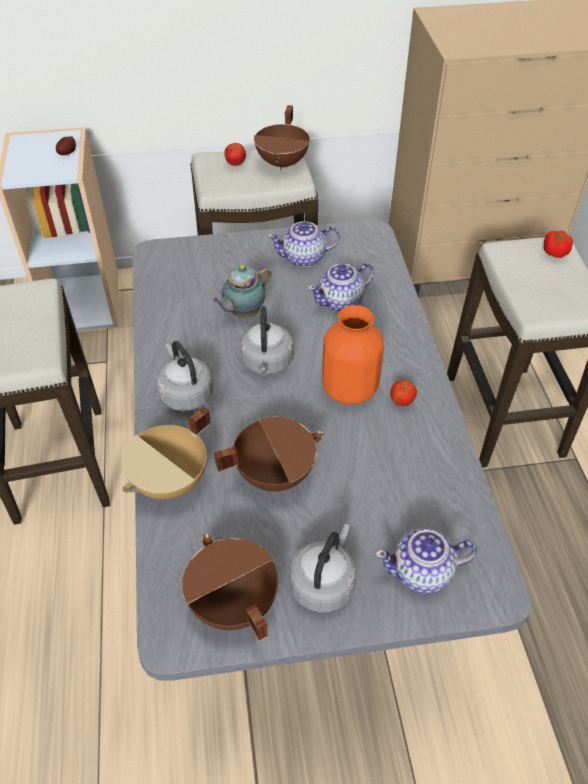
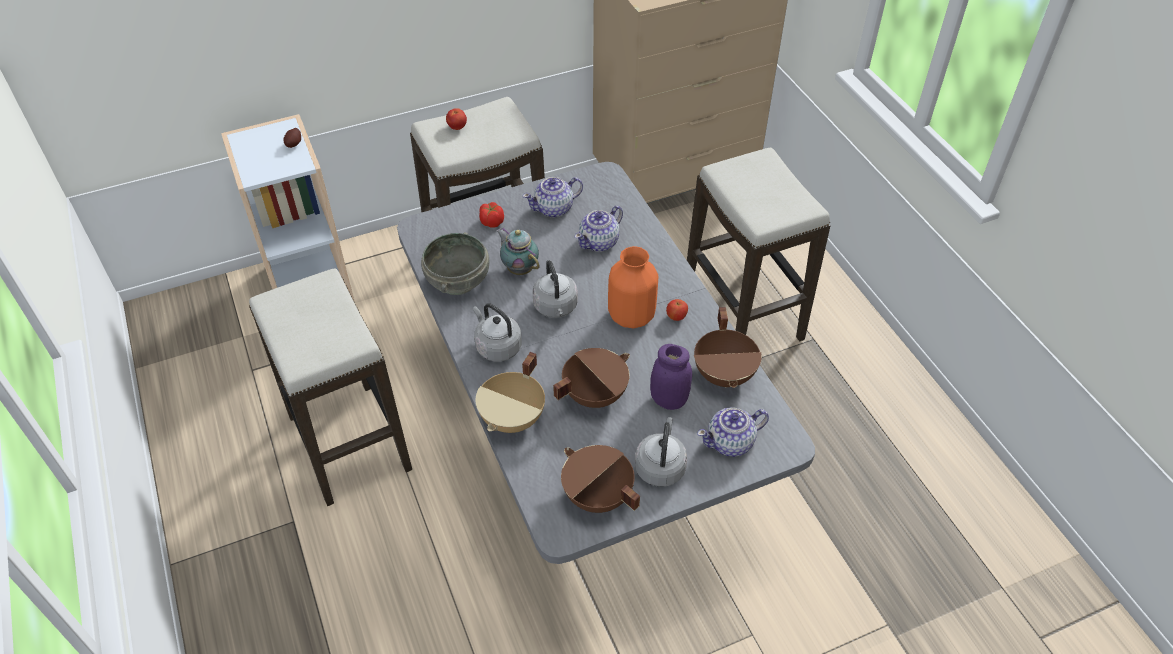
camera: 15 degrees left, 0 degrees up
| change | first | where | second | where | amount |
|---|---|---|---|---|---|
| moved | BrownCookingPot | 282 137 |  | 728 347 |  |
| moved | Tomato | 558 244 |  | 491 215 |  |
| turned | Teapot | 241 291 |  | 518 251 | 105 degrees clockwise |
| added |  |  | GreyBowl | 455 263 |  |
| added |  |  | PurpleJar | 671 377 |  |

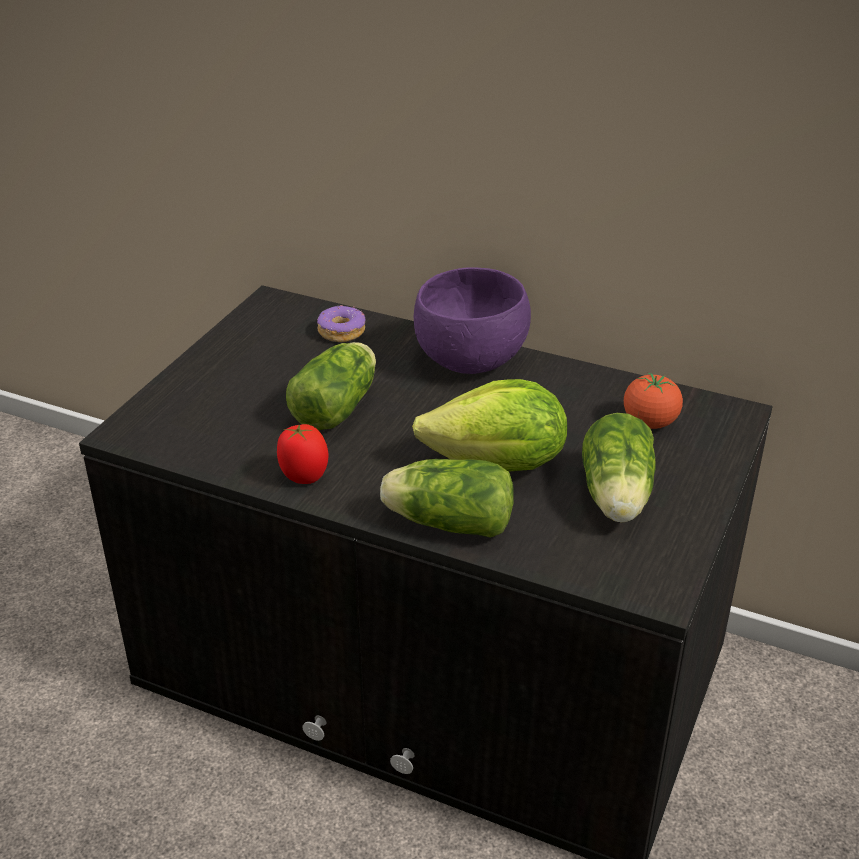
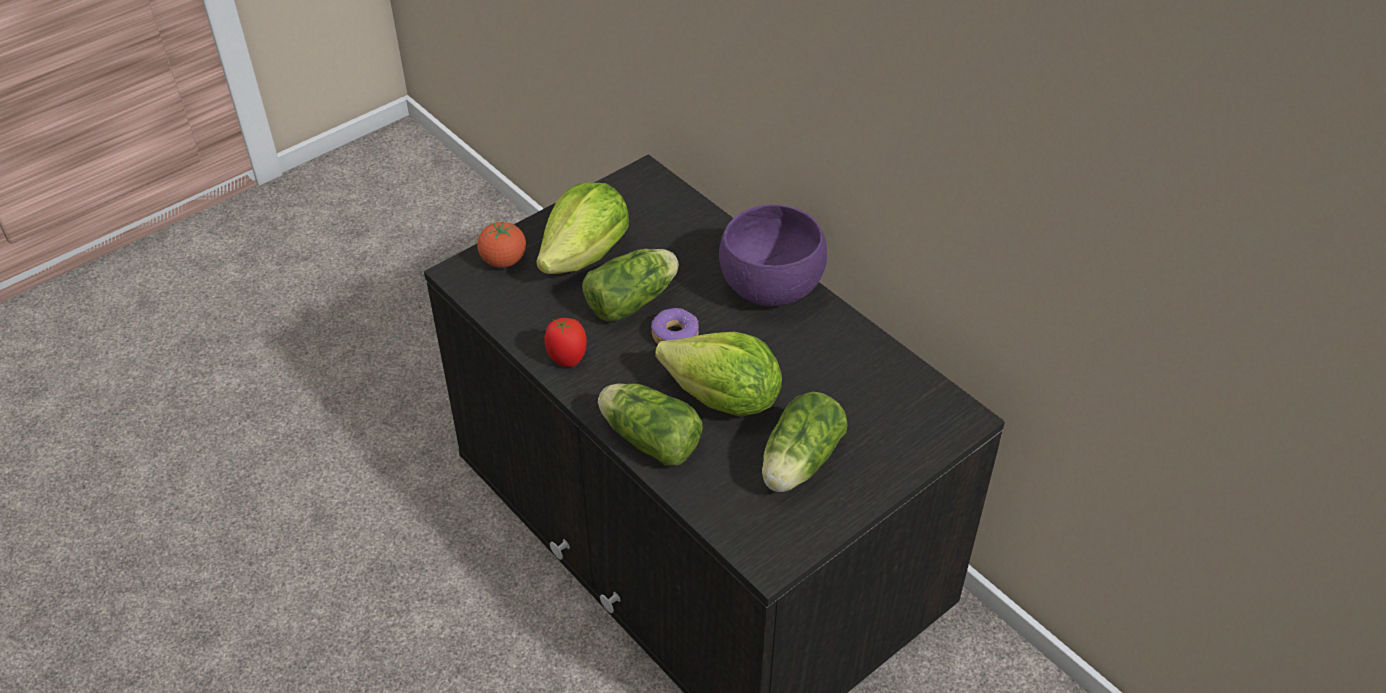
camera: 25 degrees right, 10 degrees up
| change | first | where | second | where | amount |
|---|---|---|---|---|---|
| moved | Donut | 341 323 |  | 675 326 |  |
| moved | Tomato | 653 401 |  | 501 244 |  |
| added |  |  | Lettuce | 582 228 |  |

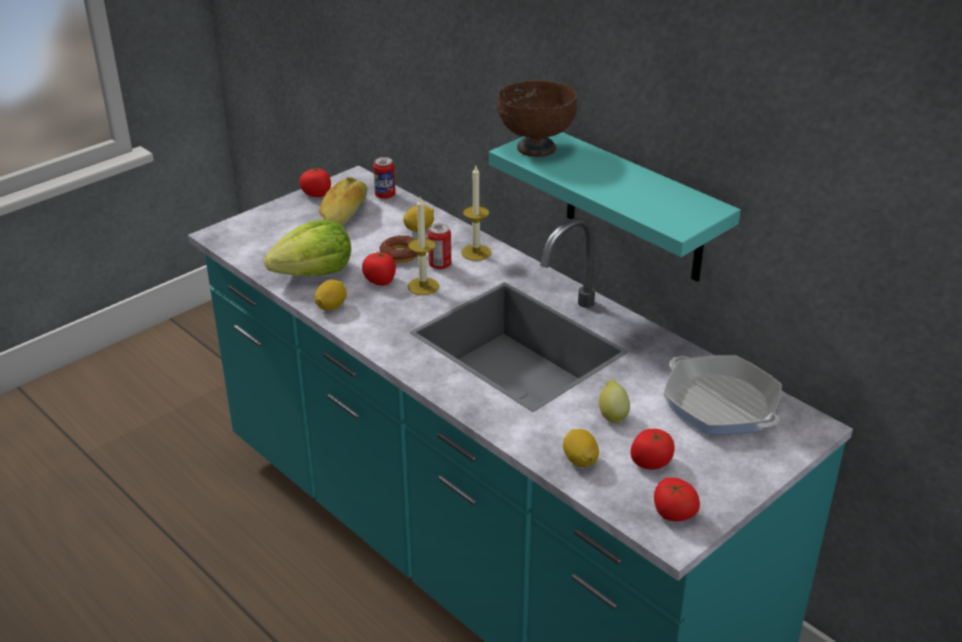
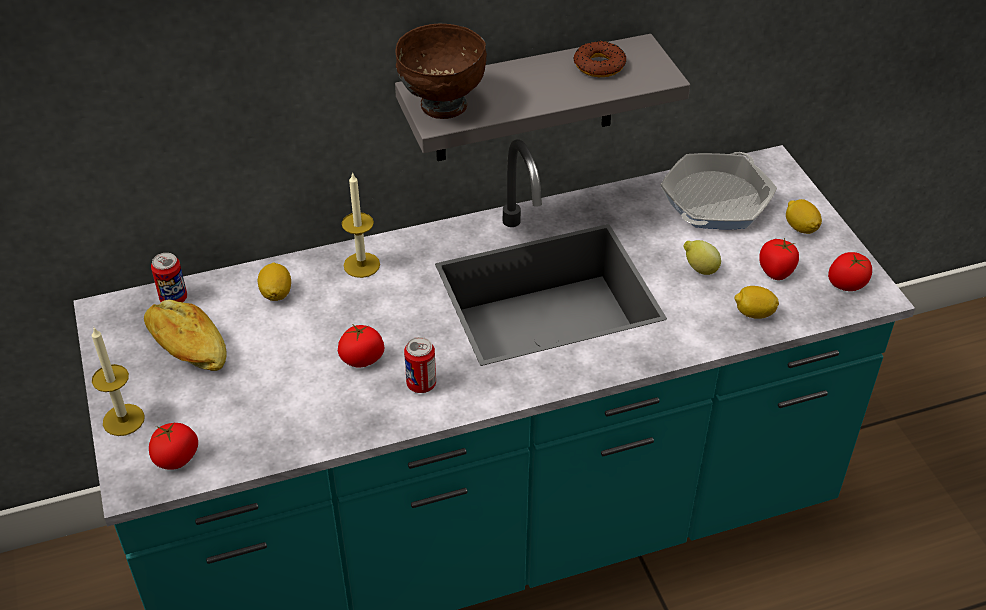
camera: 65 degrees left, 10 degrees up
| change | first | where | second | where | amount |
|---|---|---|---|---|---|
| recoloured | TurquoiseShelf | 615 207 | GreyShelf | 542 97 |  |
| moved | Tomato | 315 181 |  | 173 446 |  |
| moved | Candle | 423 246 |  | 118 382 |  |
| removed | Lettuce | 307 247 |  |  |  |
| moved | Can | 439 246 |  | 420 365 |  |
| moved | Donut | 398 249 |  | 599 59 |  |
| moved | Lemon | 330 295 |  | 804 216 |  |
| turned | FryingPan | 722 395 |  | 718 190 | 135 degrees clockwise |

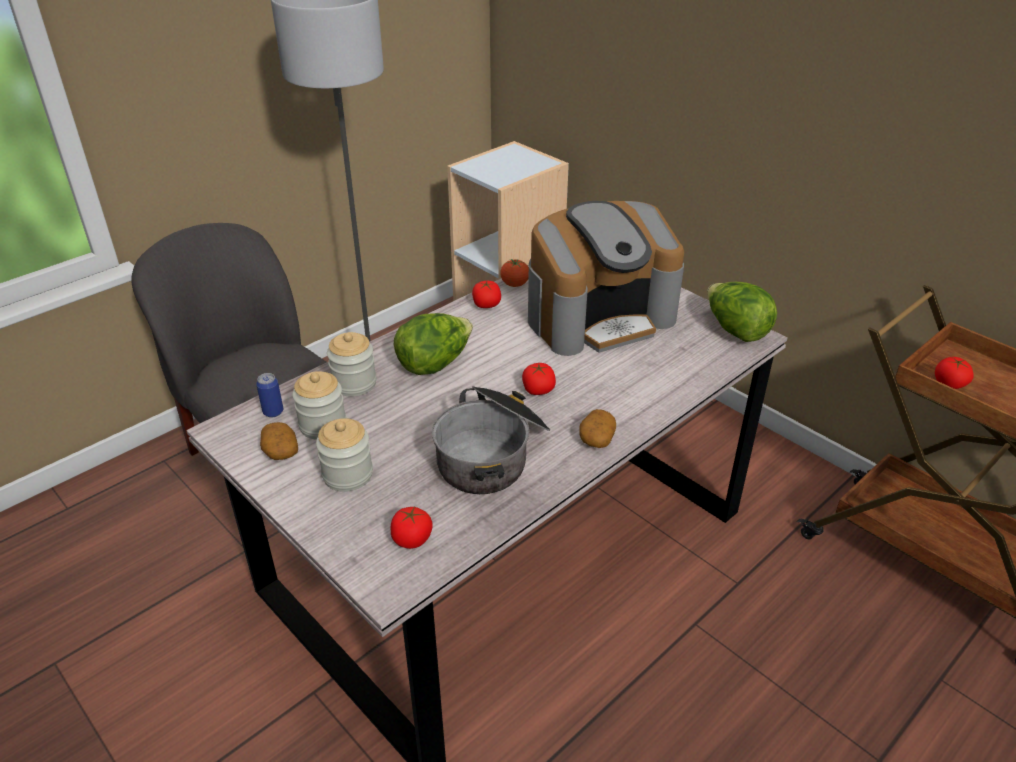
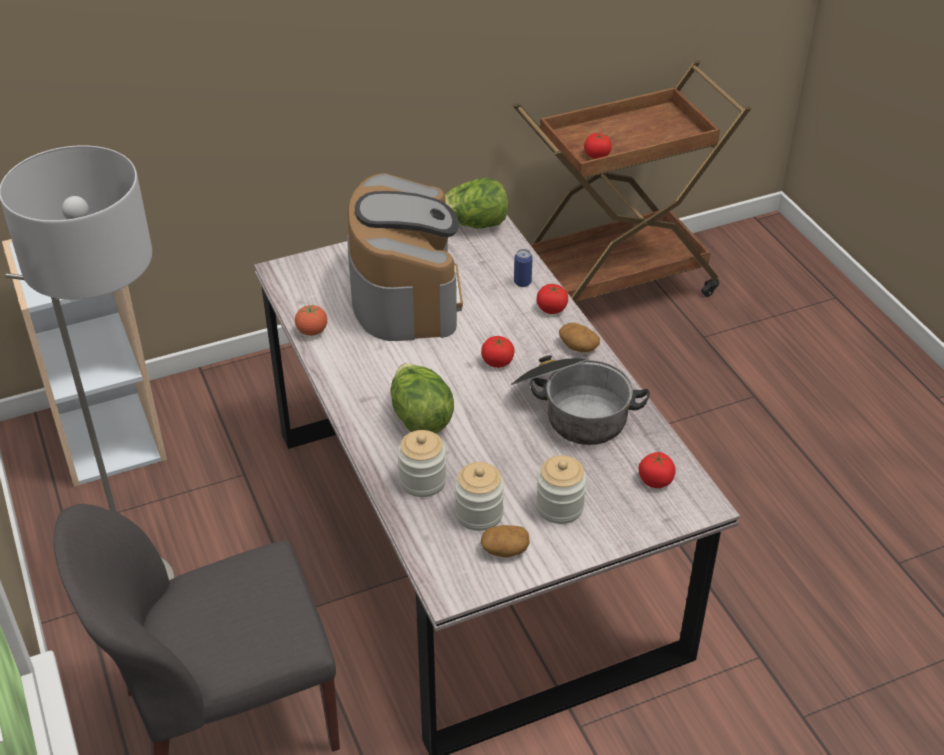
camera: 70 degrees left, 5 degrees up
| change | first | where | second | where | amount |
|---|---|---|---|---|---|
| moved | Tomato | 486 294 |  | 552 299 |  |
| moved | Can | 269 395 |  | 523 268 |  |

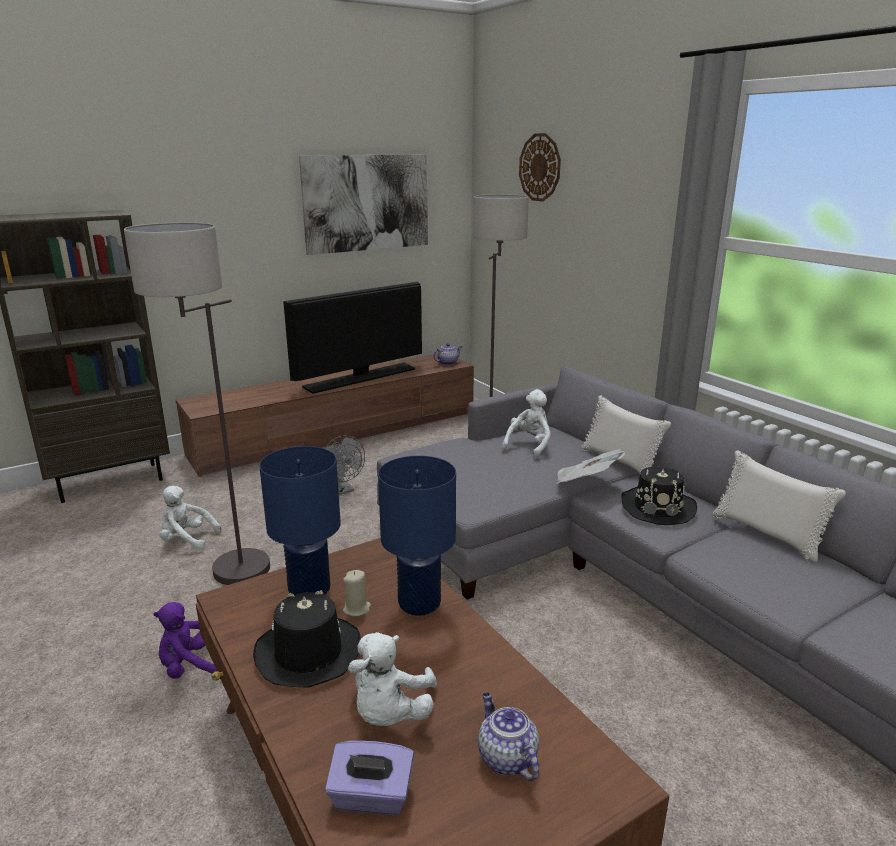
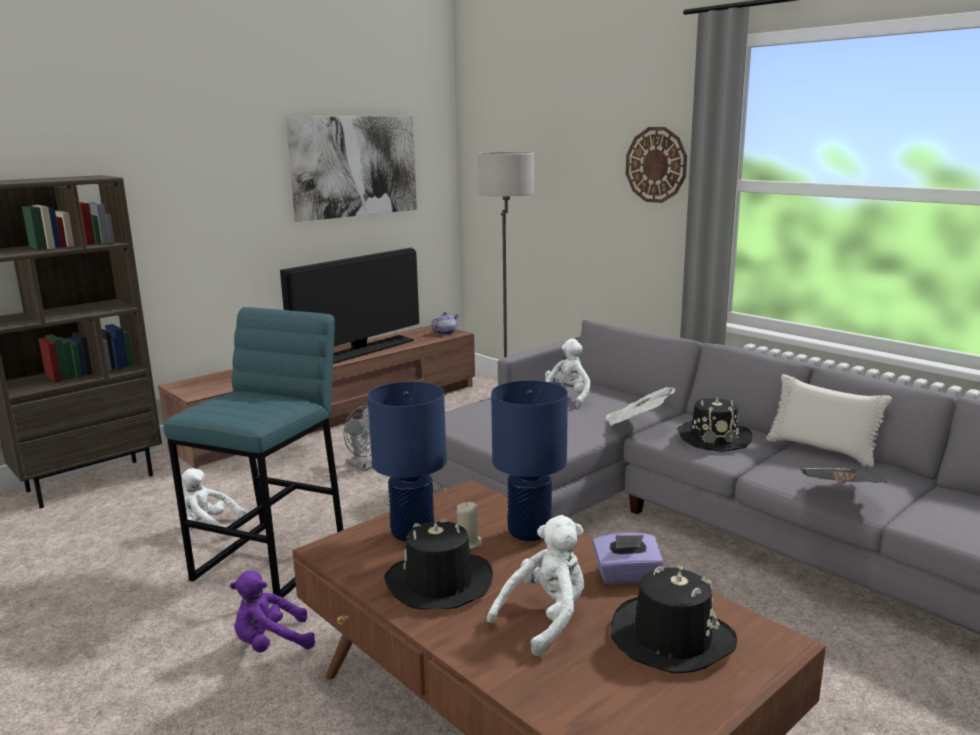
camera: 10 degrees left, 5 degrees down
| change | first | where | second | where | amount |
|---|---|---|---|---|---|
| moved | WallClock | 540 167 |  | 656 165 |  |
| replaced | GreyFloorLamp | 197 403 | TurquoiseStool | 253 452 |  |
| removed | WhitePillow | 626 434 |  |  |  |
| turned | WhitePlushToy | 392 679 |  | 535 585 | 135 degrees counterclockwise |
| replaced | Teapot | 508 736 | BlackHat | 673 618 |  |
| moved | PurpleTissueBox | 369 778 |  | 628 558 |  |
| added |  |  | Newspaper | 844 476 |  |

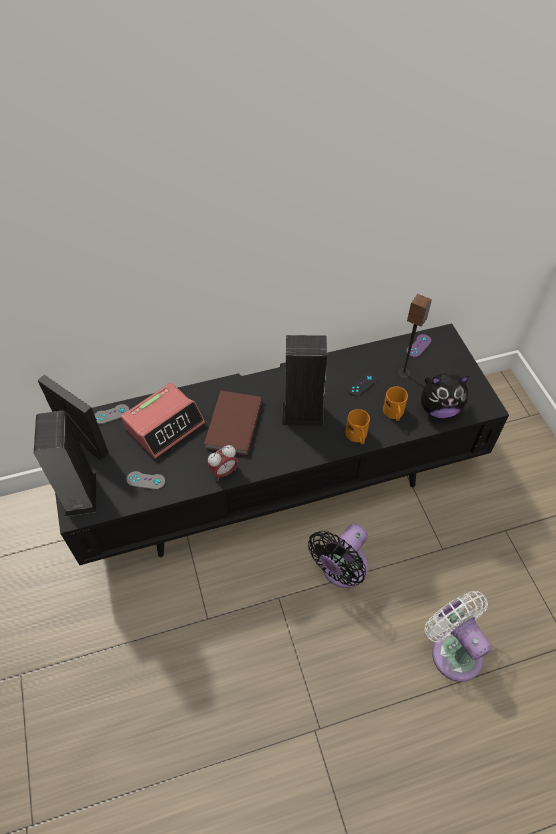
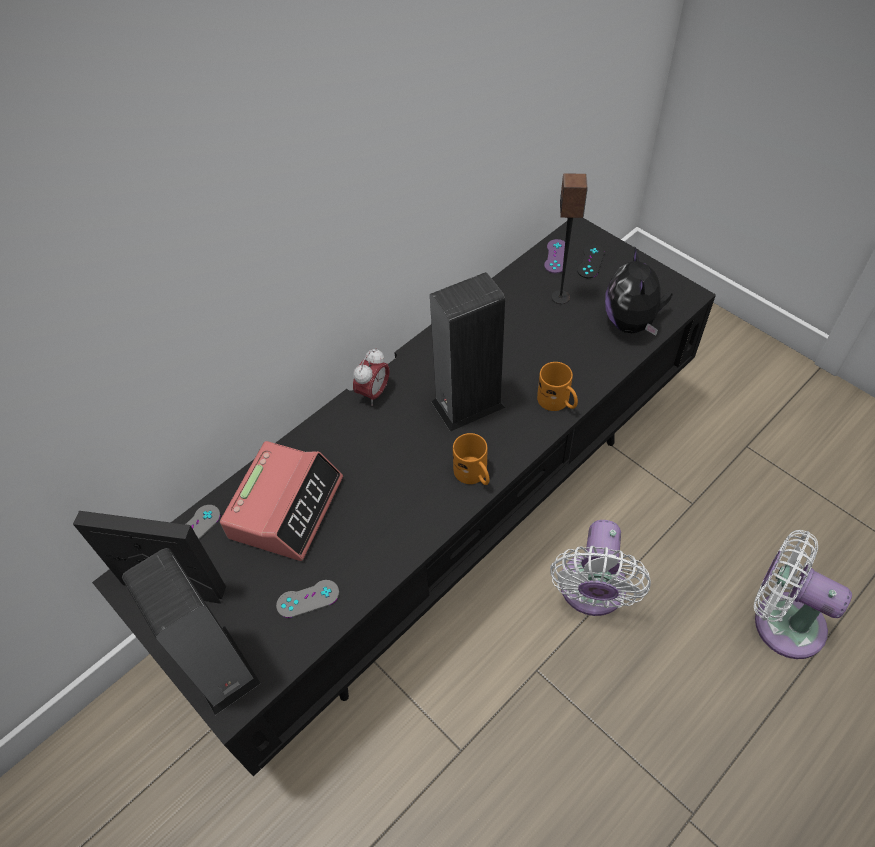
camera: 25 degrees left, 0 degrees up
| change | first | where | second | where | amount |
|---|---|---|---|---|---|
| moved | BlackGameController | 362 384 |  | 591 261 |  |
| turned | PlushToy | 445 395 |  | 639 291 | 120 degrees clockwise |
| moved | OrangeMug | 395 403 |  | 471 459 |  |
| removed | BrownBook | 233 423 |  |  |  |
| moved | AlarmClock | 222 463 |  | 371 377 |  |
| recoloured | BlackFan | 338 556 | WhiteFan | 600 568 |  |

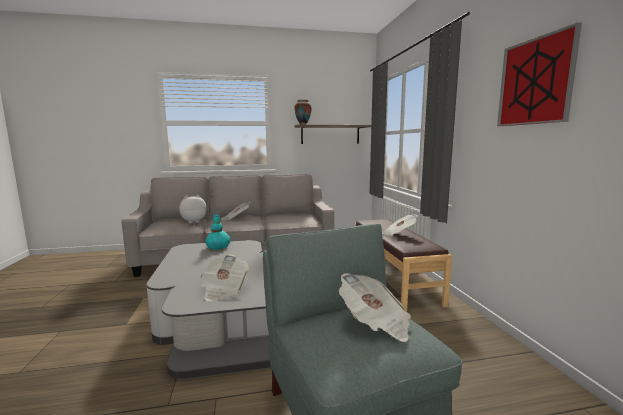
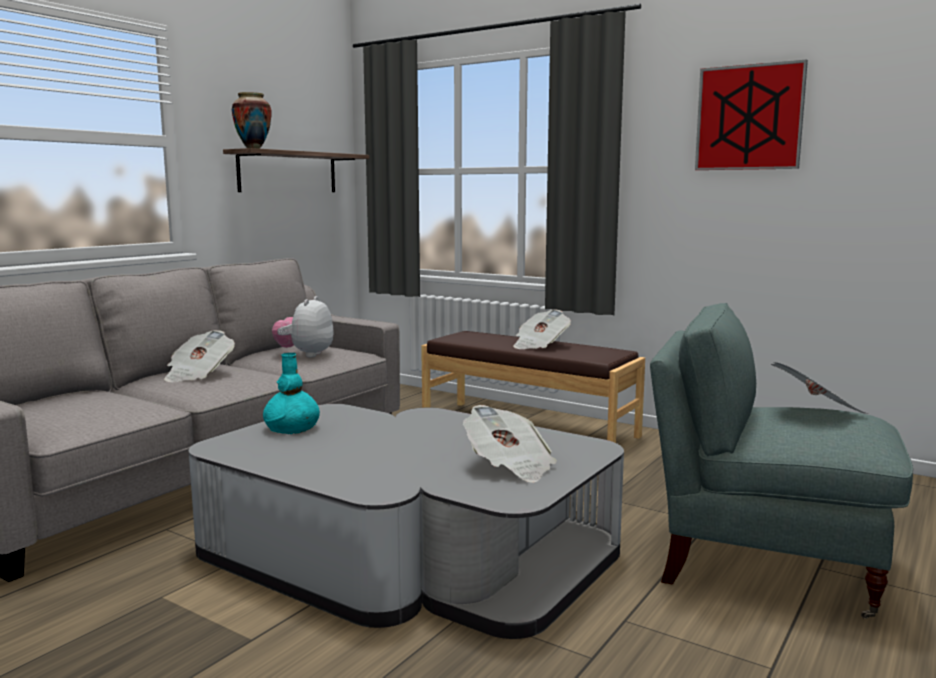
camera: 45 degrees left, 0 degrees up
| change | first | where | second | where | amount |
|---|---|---|---|---|---|
| moved | PlushToy | 193 209 |  | 303 327 |  |

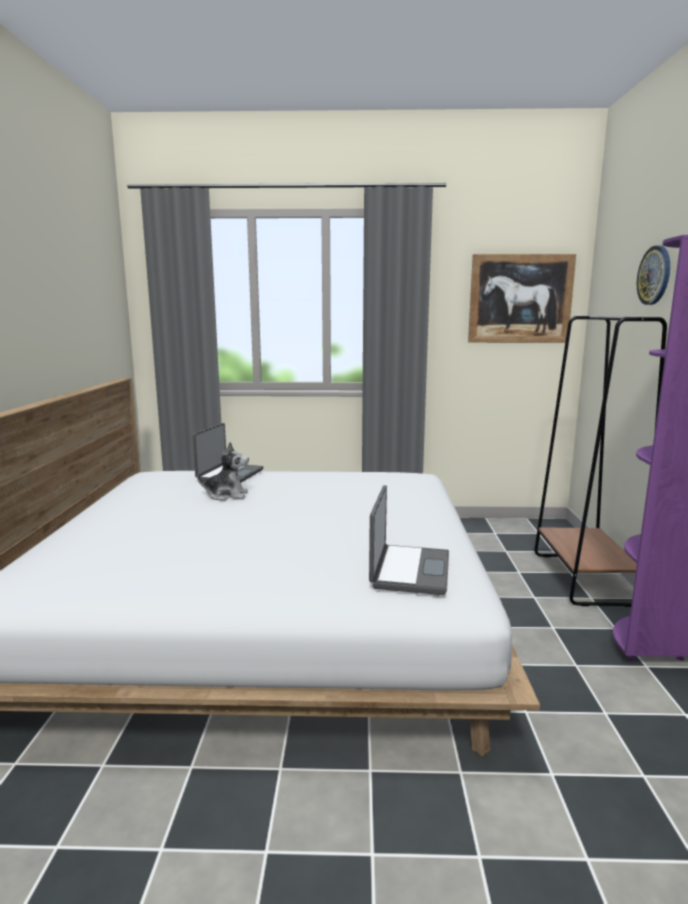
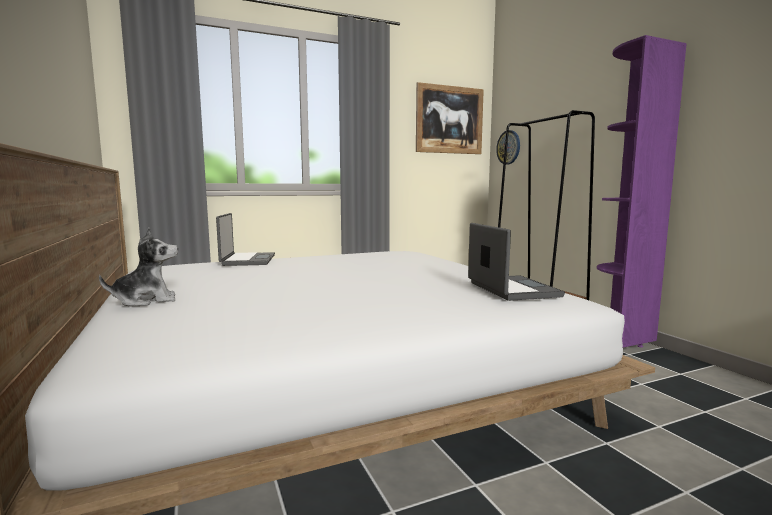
camera: 25 degrees left, 5 degrees down
| change | first | where | second | where | amount |
|---|---|---|---|---|---|
| moved | WallClock | 653 275 |  | 508 147 |  |
| moved | PlushToy | 223 471 |  | 138 267 |  |

